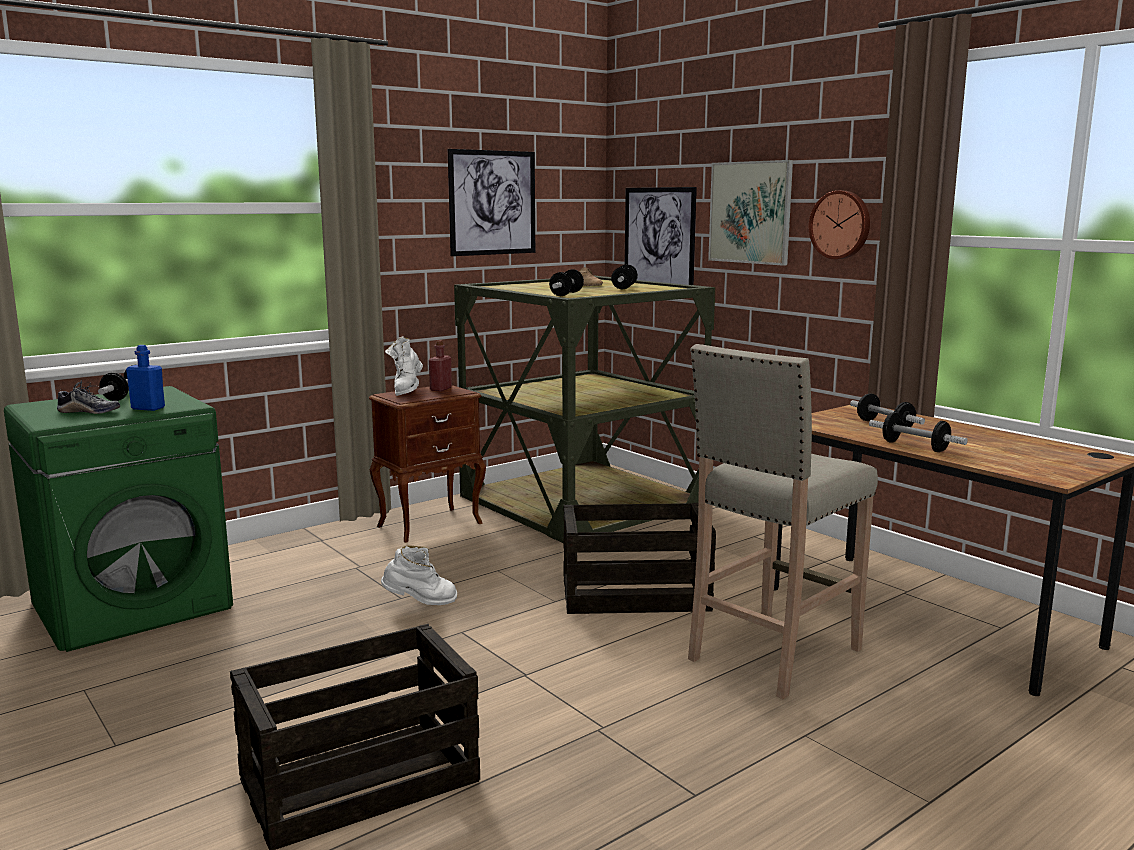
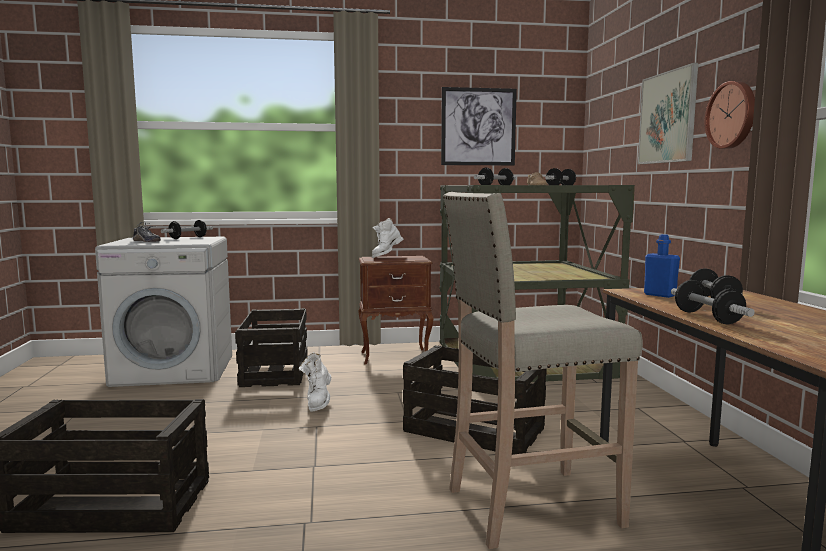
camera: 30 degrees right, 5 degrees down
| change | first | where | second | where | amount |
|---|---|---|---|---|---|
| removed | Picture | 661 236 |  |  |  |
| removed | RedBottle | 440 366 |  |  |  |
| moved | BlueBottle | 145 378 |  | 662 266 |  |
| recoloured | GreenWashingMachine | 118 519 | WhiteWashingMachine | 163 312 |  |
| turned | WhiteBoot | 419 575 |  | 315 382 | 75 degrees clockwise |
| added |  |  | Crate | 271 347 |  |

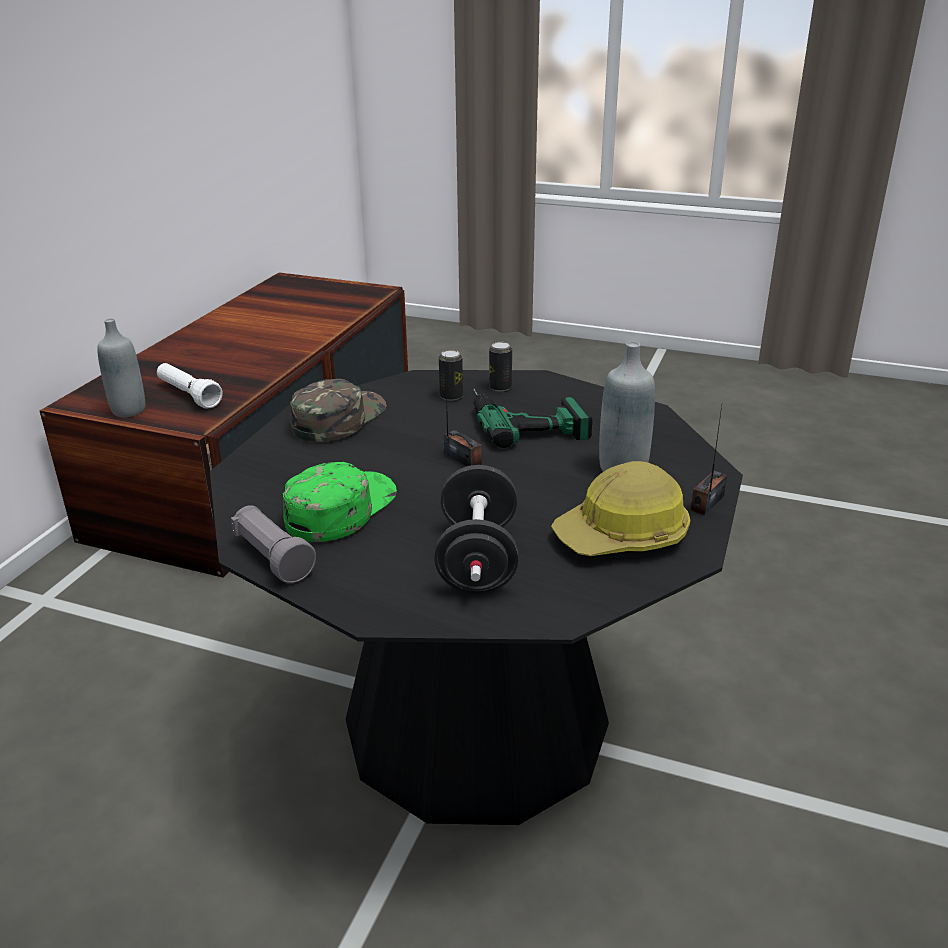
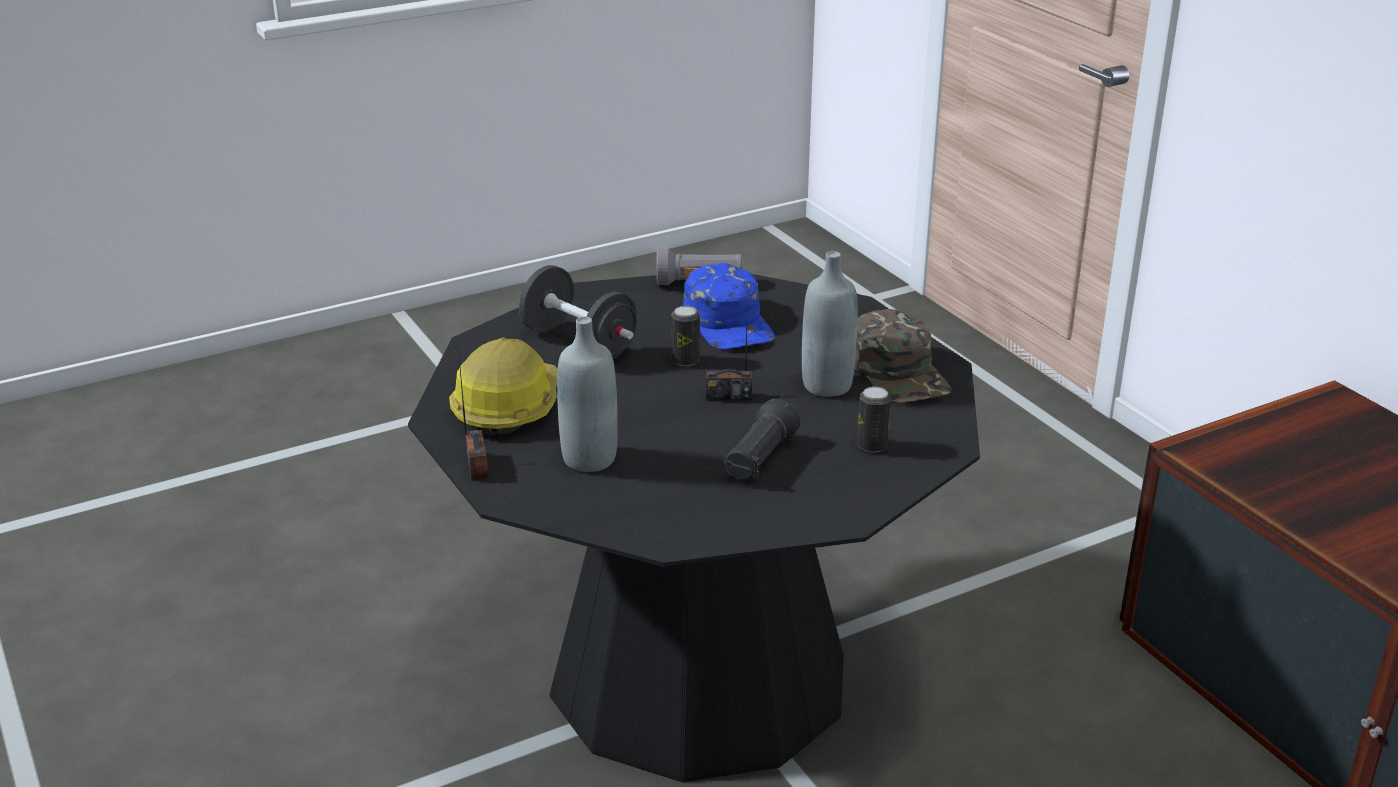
camera: 130 degrees right, 0 degrees up
| change | first | where | second | where | amount |
|---|---|---|---|---|---|
| moved | GreyBottle | 121 367 |  | 830 324 |  |
| moved | Can | 500 366 |  | 685 336 |  |
| removed | WhiteFlashlight | 190 386 |  |  |  |
| replaced | PowerDrill | 533 418 | BlackFlashlight | 762 439 |  |
| recoloured | GreenCap | 340 502 | BlueCap | 729 306 |  |

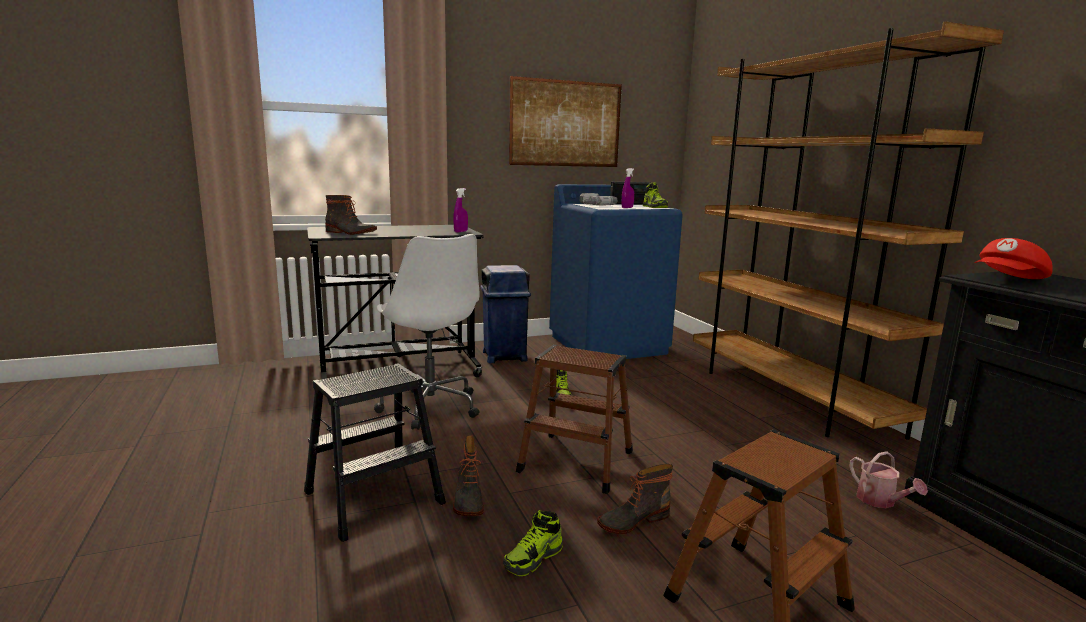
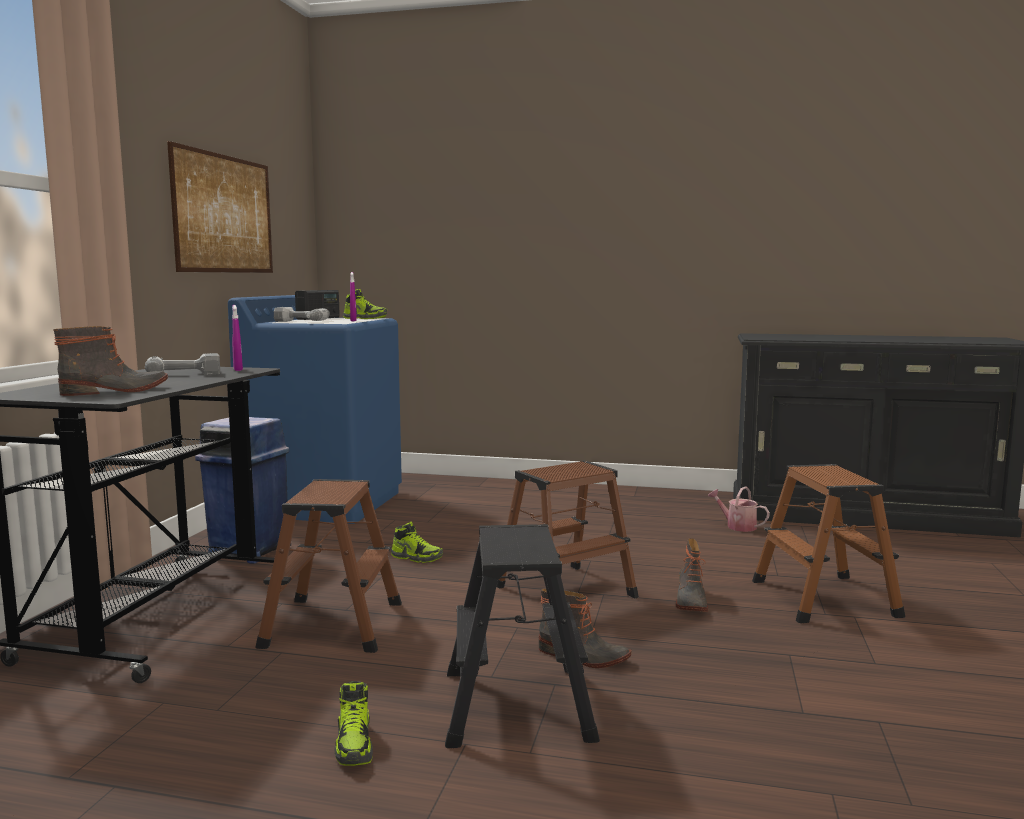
camera: 55 degrees left, 5 degrees down
| change | first | where | second | where | amount |
|---|---|---|---|---|---|
| removed | BrownBookcase | 848 230 |  |  |  |
| replaced | WhiteOfficeChair | 427 332 | BrownStepLadder | 328 566 |  |
| removed | RedCap | 1014 258 |  |  |  |
| turned | WateringCan | 888 479 |  | 739 509 | 150 degrees counterclockwise |
| moved | Shoe | 533 543 |  | 353 723 |  |
| added |  |  | PowerDrill | 182 364 |  |

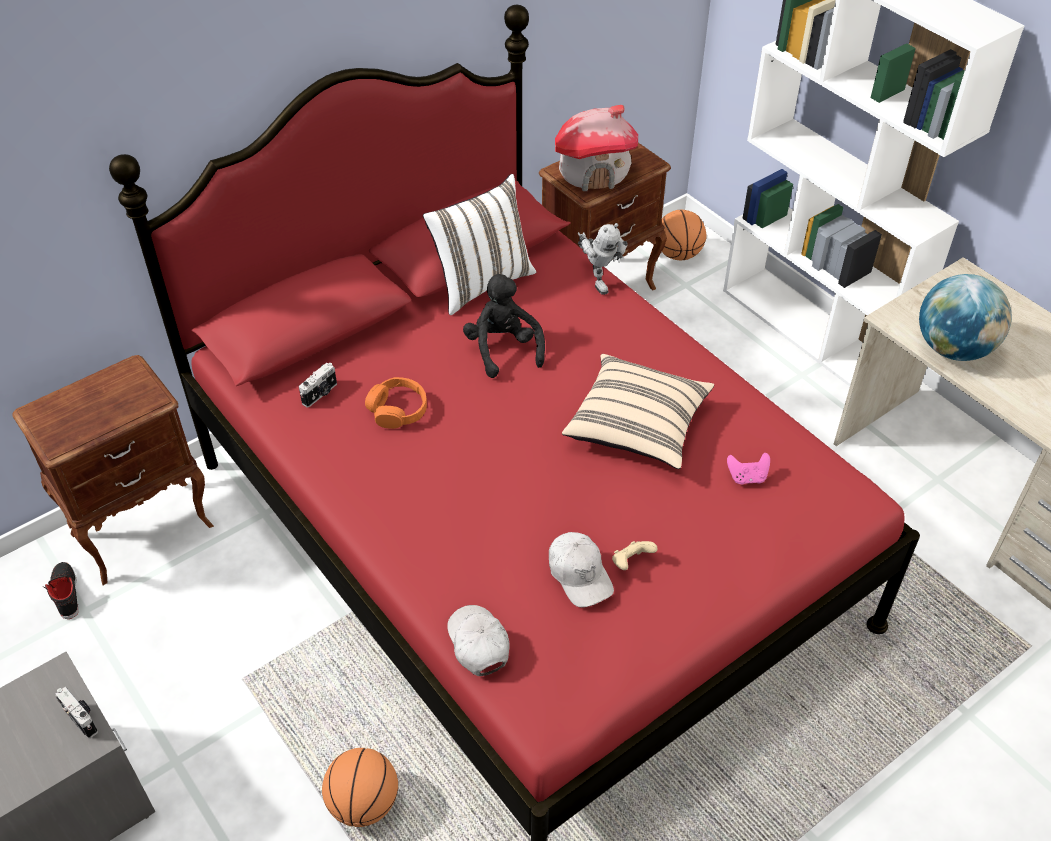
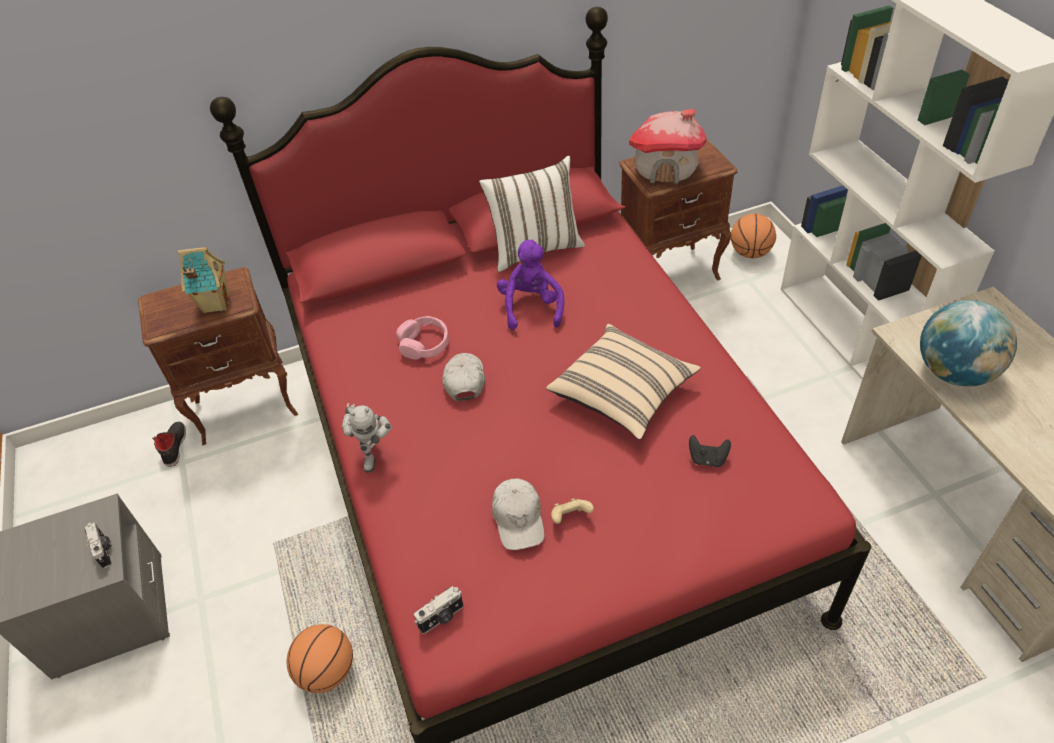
camera: 20 degrees right, 0 degrees up
| change | first | where | second | where | amount |
|---|---|---|---|---|---|
| moved | ToyRobot | 603 259 |  | 367 438 |  |
| recoloured | BlackPlushToy | 504 326 | PurplePlushToy | 530 285 |  |
| moved | PhotoCamera | 318 385 |  | 438 610 |  |
| recoloured | OrangeHeadphones | 396 403 | PinkHeadphones | 422 337 |  |
| recoloured | PinkGameController | 748 469 | BlackGameController | 710 451 |  |
| moved | WhiteCap | 478 640 |  | 464 377 |  |
| added |  |  | ToyHouse | 203 280 |  |

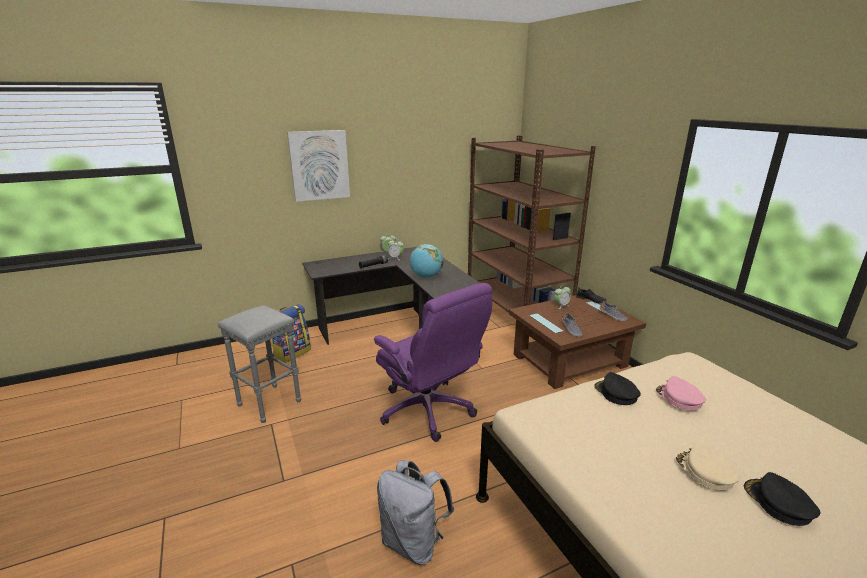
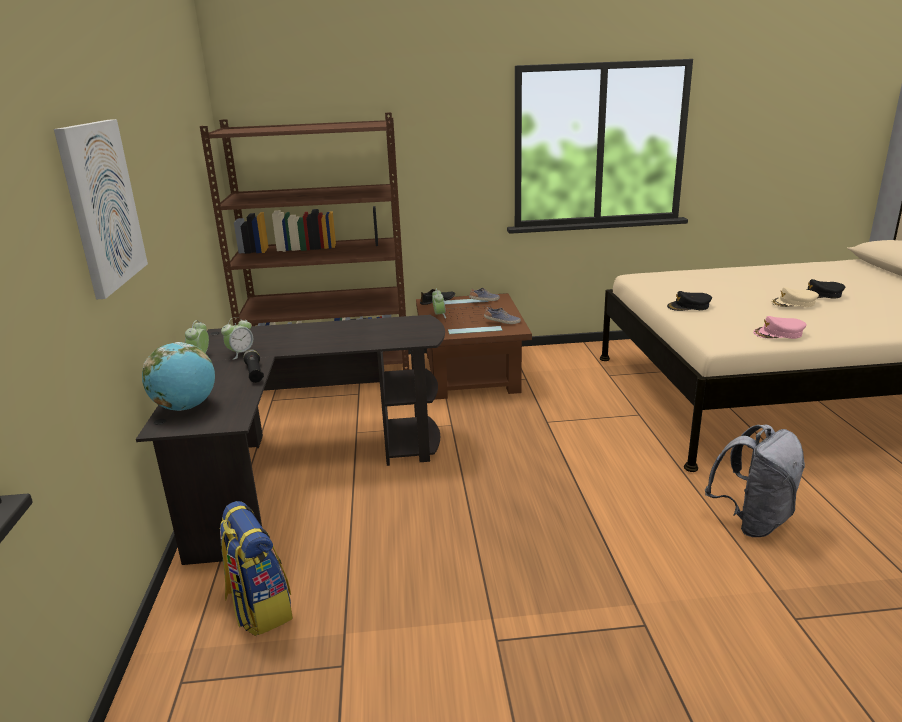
camera: 70 degrees left, 0 degrees up
| change | first | where | second | where | amount |
|---|---|---|---|---|---|
| moved | Globe | 426 261 |  | 178 376 |  |
| removed | PurpleOfficeChair | 433 362 |  |  |  |
| removed | GreyStool | 259 364 |  |  |  |
| moved | PinkCap | 681 393 |  | 780 327 |  |

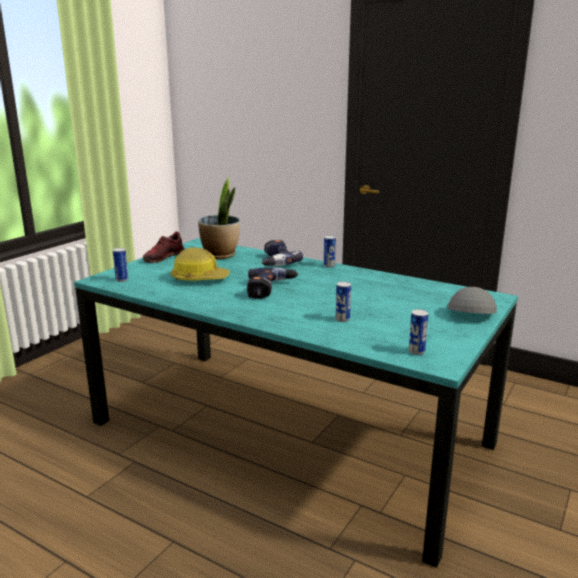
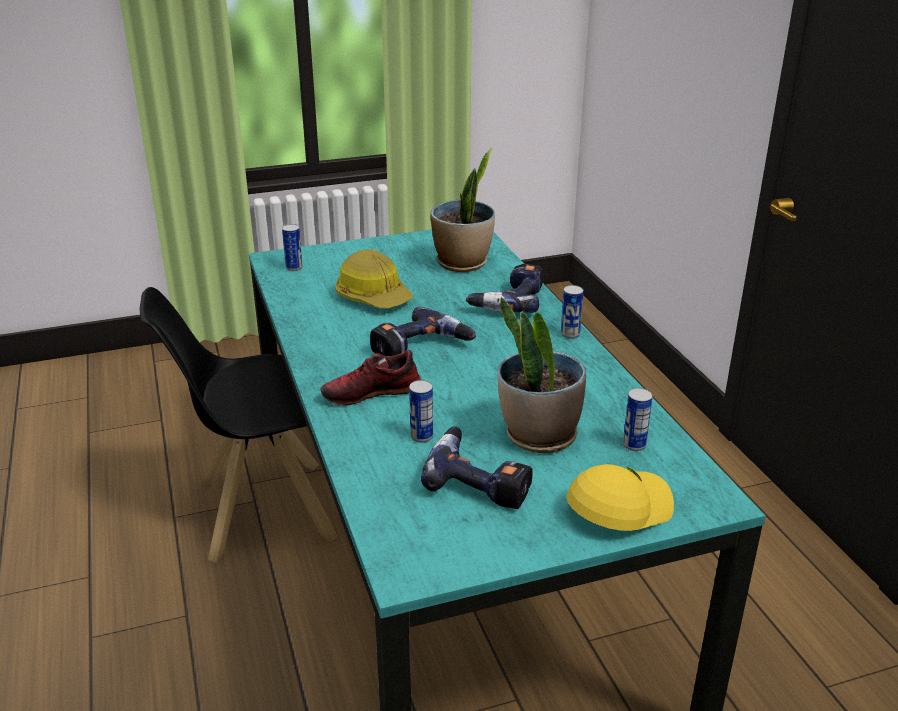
camera: 40 degrees right, 10 degrees up
| change | first | where | second | where | amount |
|---|---|---|---|---|---|
| moved | Shoe | 163 247 |  | 370 378 |  |
| recoloured | GreyCap | 472 300 | YellowCap | 620 497 |  |
| moved | Can | 419 332 |  | 638 419 |  |
| added |  |  | BlackChair | 239 425 |  |
| added |  |  | PottedPlant | 541 375 |  |
| added |  |  | PowerDrill | 477 467 |  |

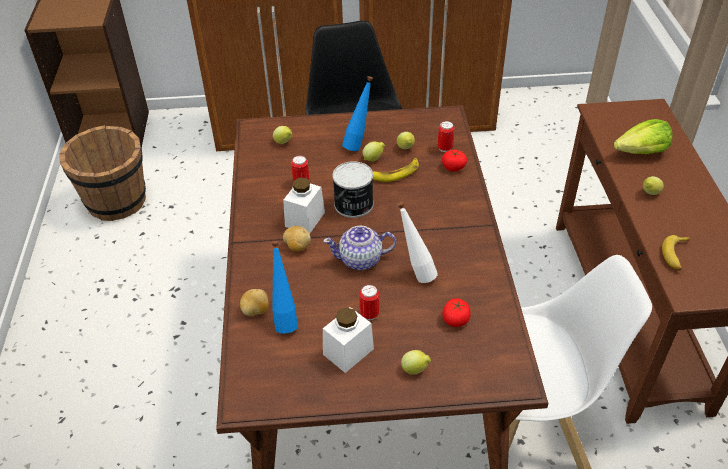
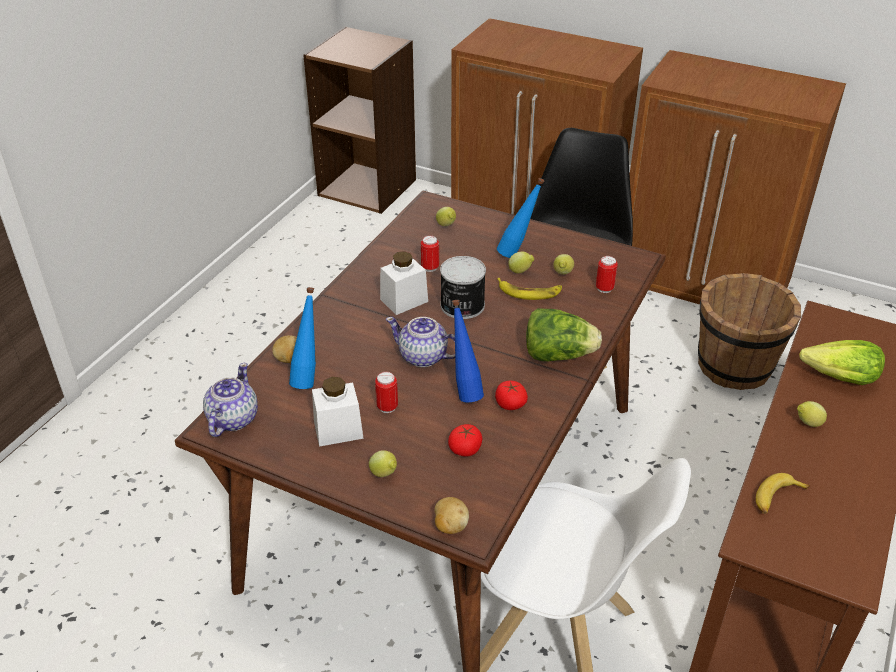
camera: 30 degrees right, 5 degrees down
| change | first | where | second | where | amount |
|---|---|---|---|---|---|
| moved | BrownBucket | 102 173 |  | 749 331 |  |
| moved | Tomato | 454 160 |  | 511 395 |  |
| recoloured | WhiteBottle | 417 242 | BlueBottle | 468 351 |  |
| moved | Potato | 297 238 |  | 451 515 |  |
| added |  |  | Lettuce | 564 334 |  |
| added |  |  | Teapot | 230 400 |  |

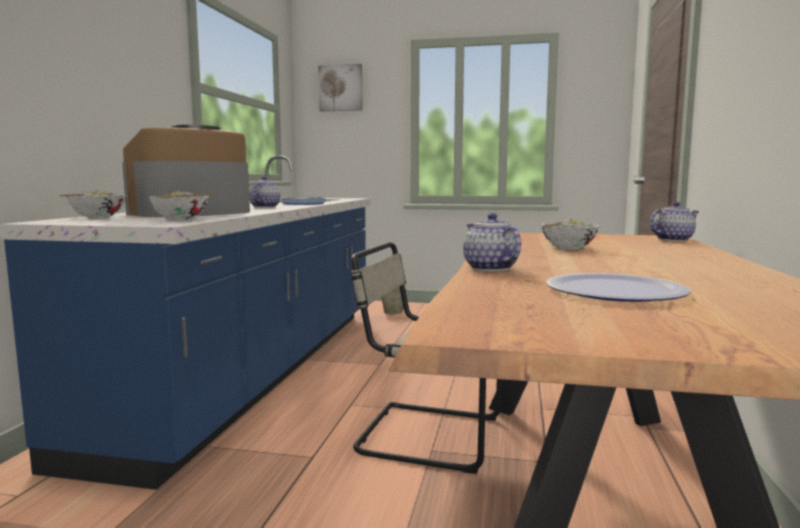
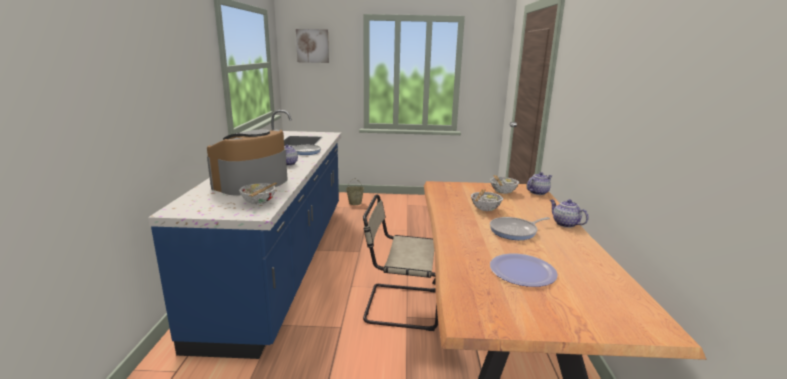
camera: 10 degrees left, 10 degrees up
| change | first | where | second | where | amount |
|---|---|---|---|---|---|
| moved | Bowl | 93 204 |  | 504 184 |  |
| moved | Teapot | 492 242 |  | 569 213 |  |
| added |  |  | FryingPan | 520 228 |  |

